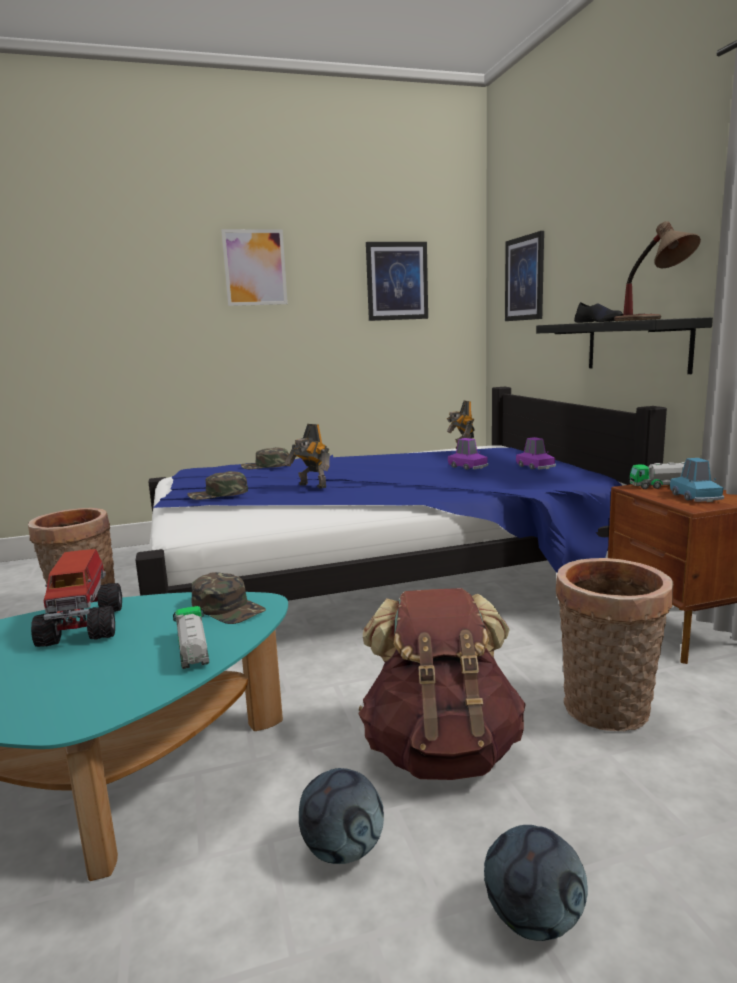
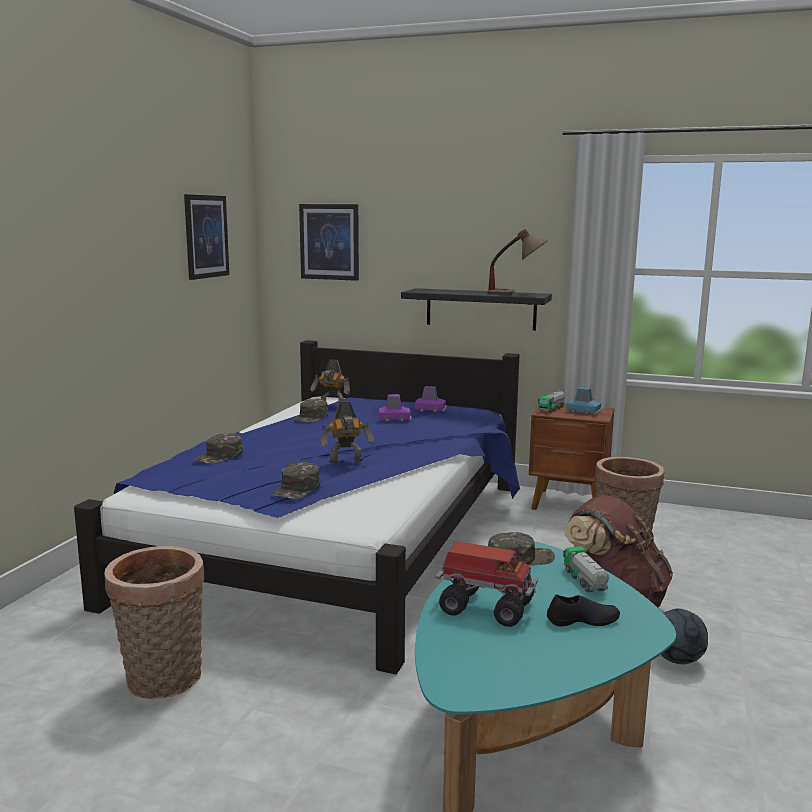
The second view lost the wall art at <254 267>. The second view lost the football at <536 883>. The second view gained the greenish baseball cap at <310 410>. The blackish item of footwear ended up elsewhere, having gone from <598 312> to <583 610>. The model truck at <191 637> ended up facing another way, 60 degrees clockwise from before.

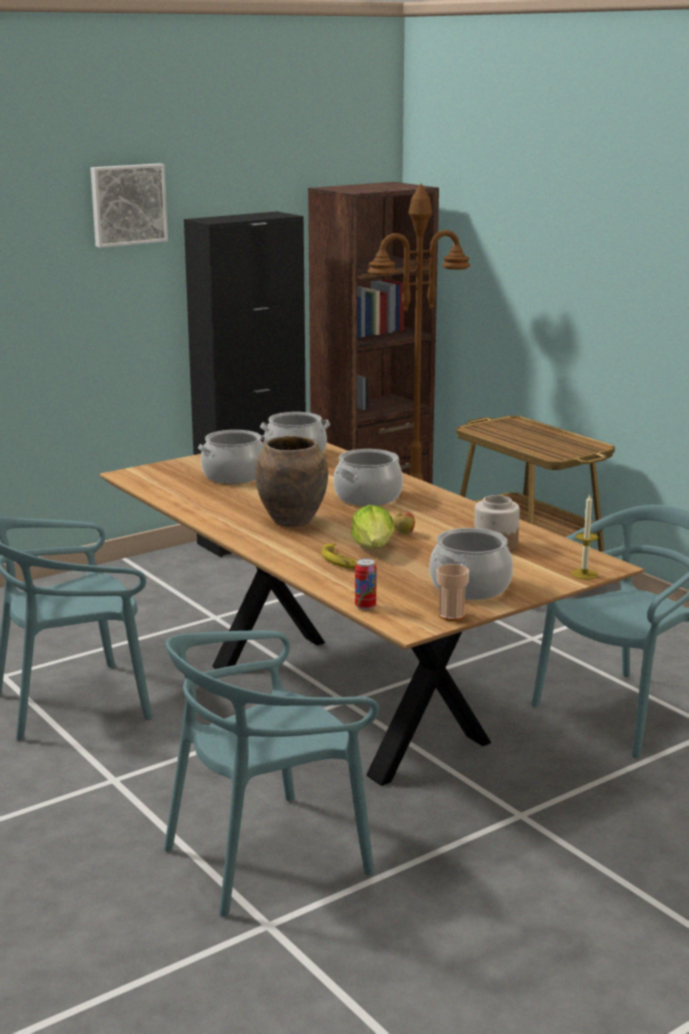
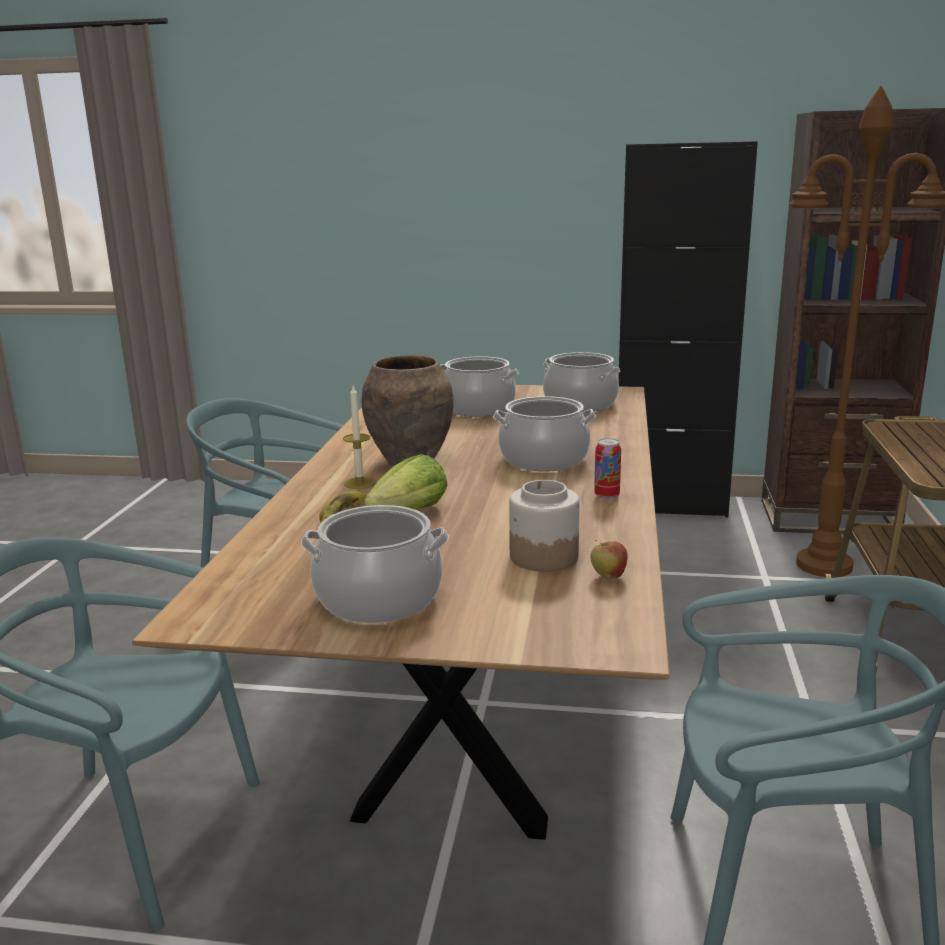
The second view lost the wall art at <129 205>. The second view lost the drinking cup at <453 592>. The metal can ended up elsewhere, having gone from <366 584> to <607 469>. The apple ended up elsewhere, having gone from <404 523> to <609 559>. The candle ended up elsewhere, having gone from <584 536> to <359 437>.

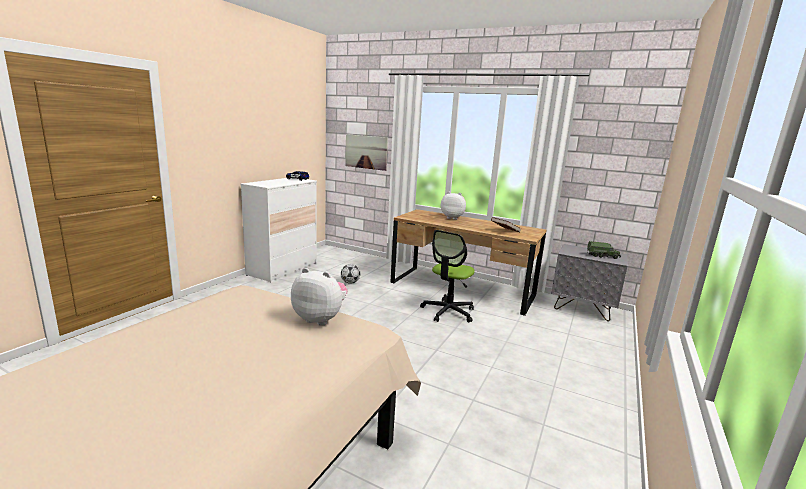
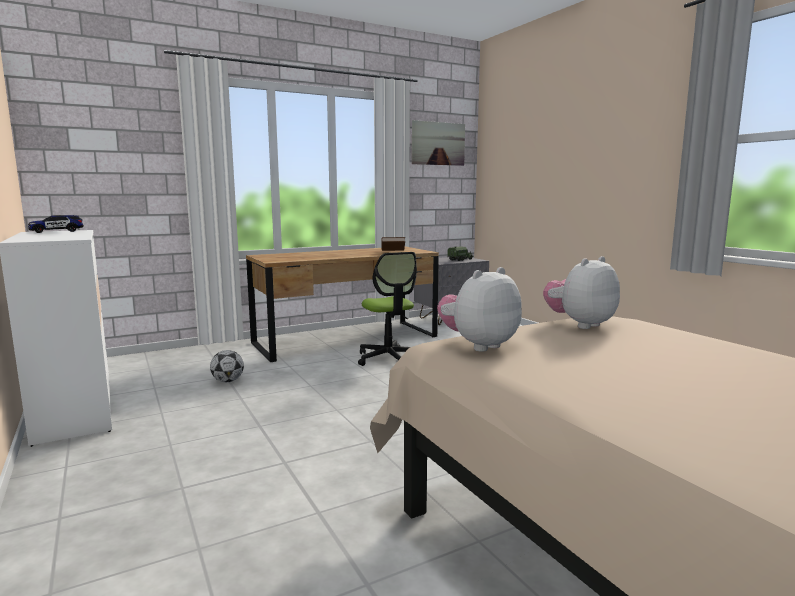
The wall art ended up elsewhere, having gone from <366 152> to <438 143>. The soft toy ended up elsewhere, having gone from <453 206> to <479 309>.

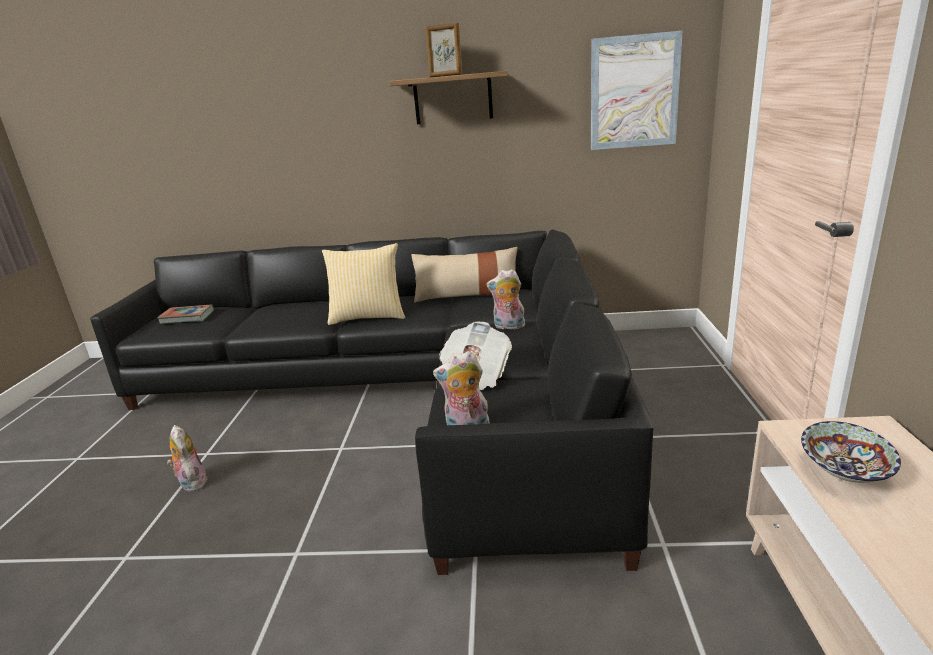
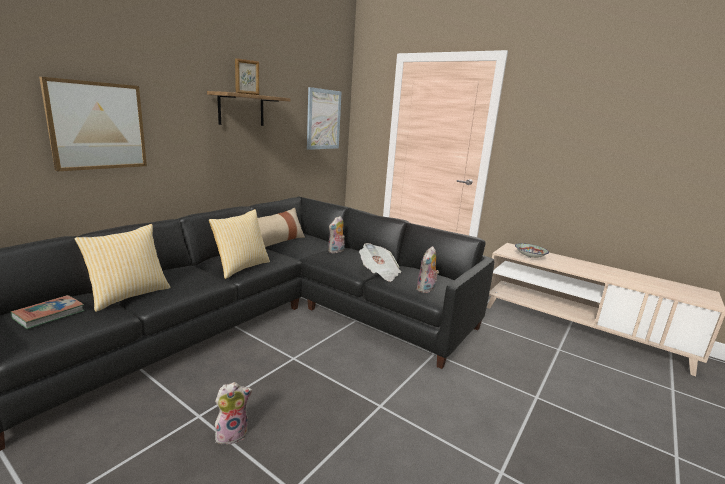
The second view gained the wall art at <93 124>. The second view gained the cushion at <122 268>. The soft toy at <187 458> ended up facing another way, 150 degrees clockwise from before.

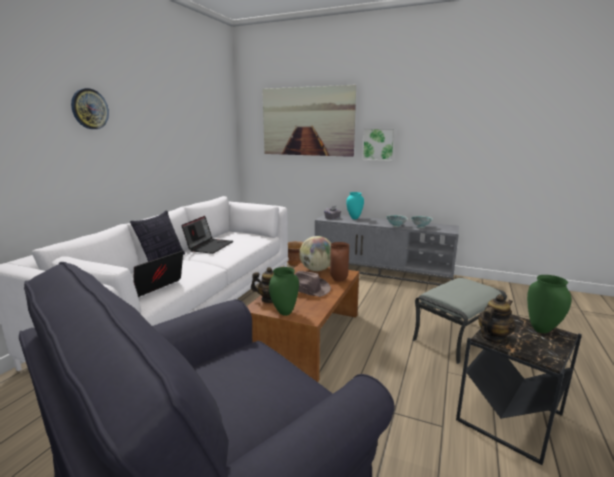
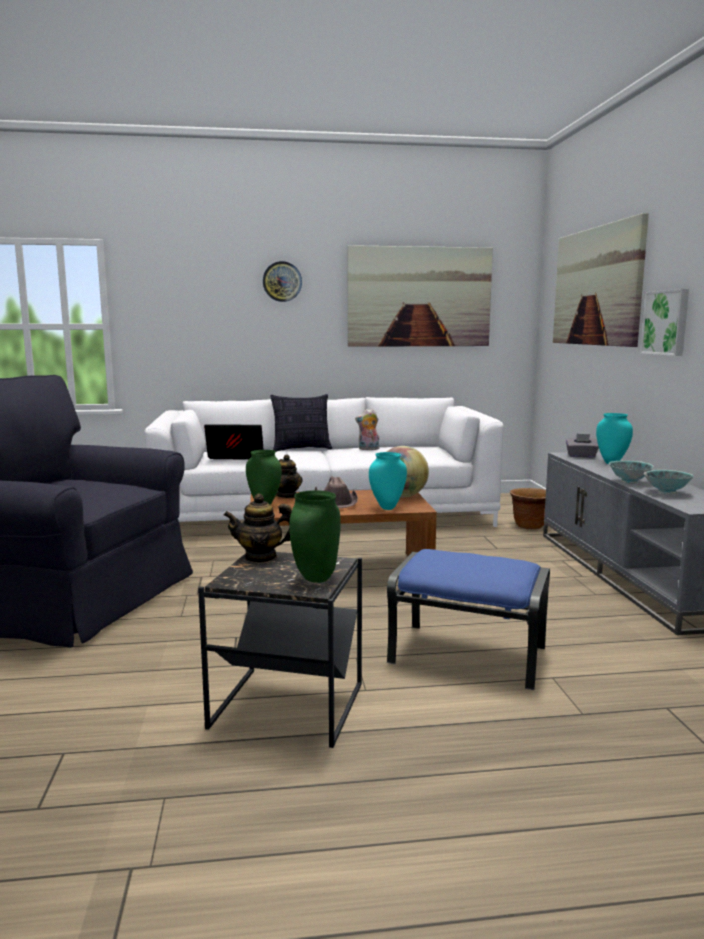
The second view gained the wall art at <420 296>. Where the portable computer stood at <207 235>, the soft toy came to stand at <367 429>. What was the brown vase at <339 261> turned into the turquoise vase at <388 481>. What was the grey pouffe at <459 321> turned into the blue pouffe at <468 619>. The tea pot at <497 318> ended up facing another way, 150 degrees clockwise from before.

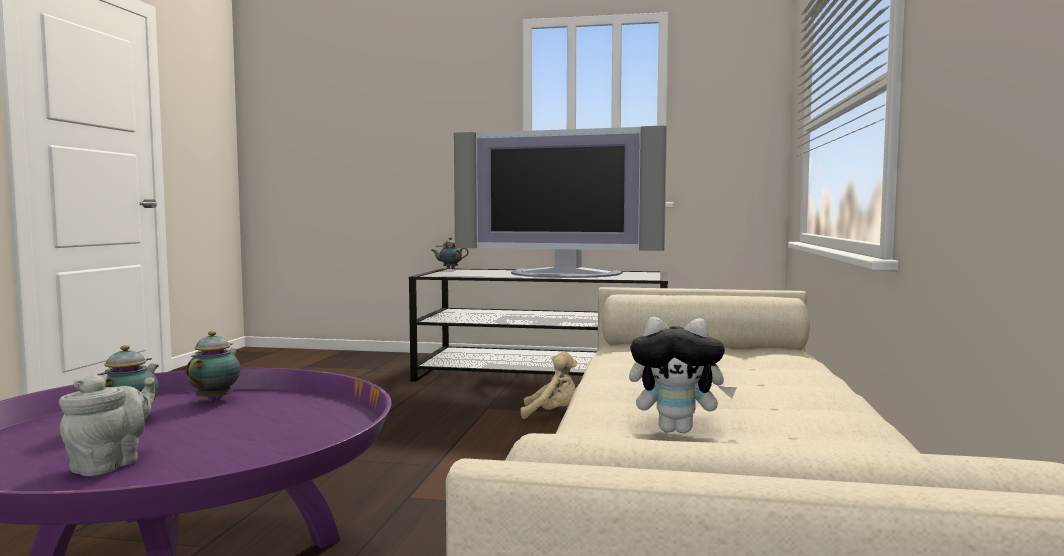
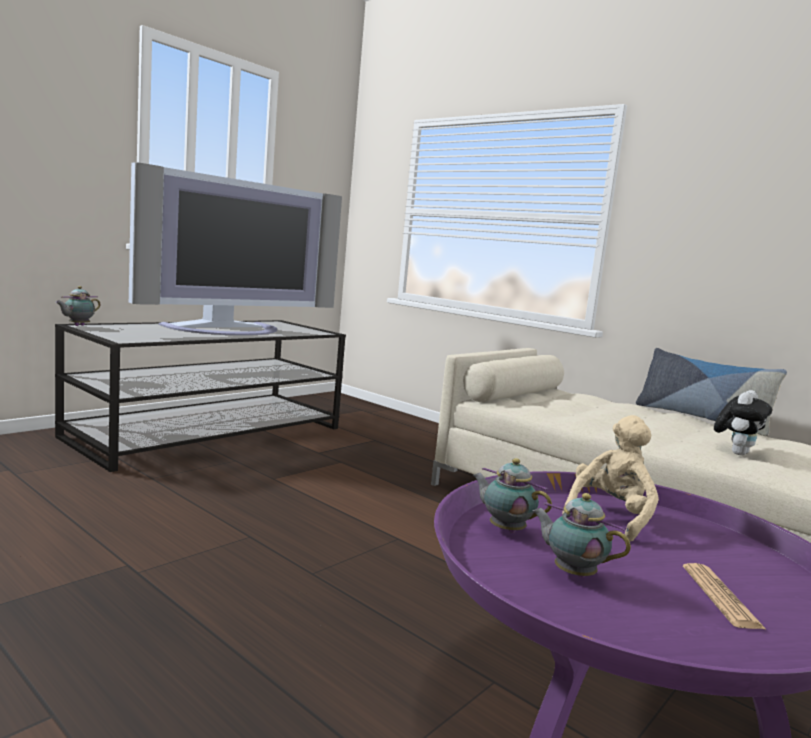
The second view gained the cushion at <711 392>. The beige soft toy ended up elsewhere, having gone from <548 385> to <610 478>. Where the grey tea pot stood at <107 425>, the newspaper came to stand at <725 596>.

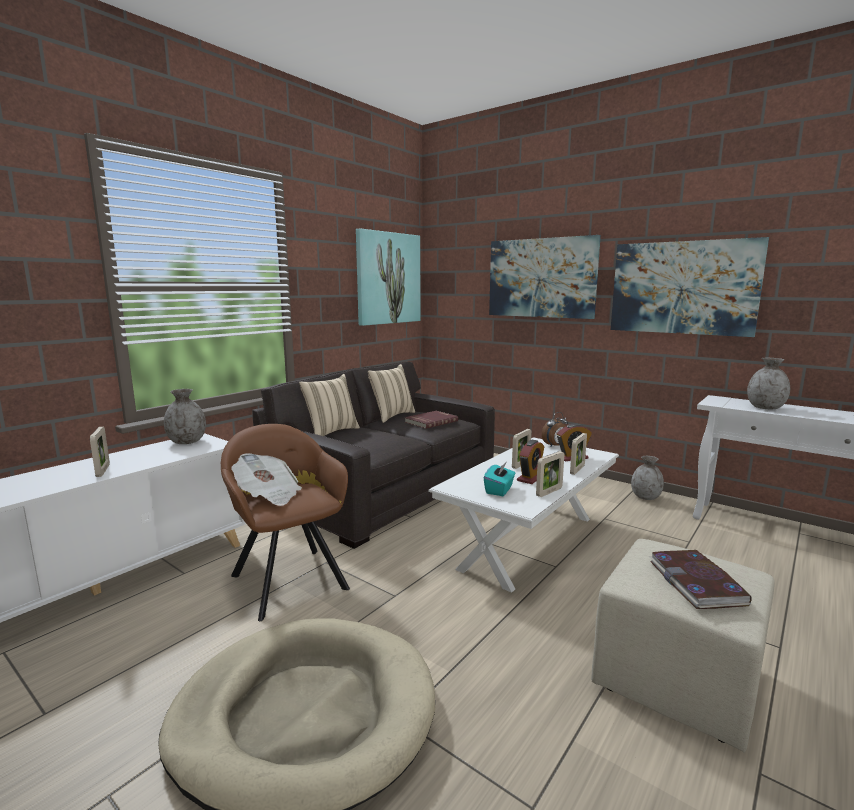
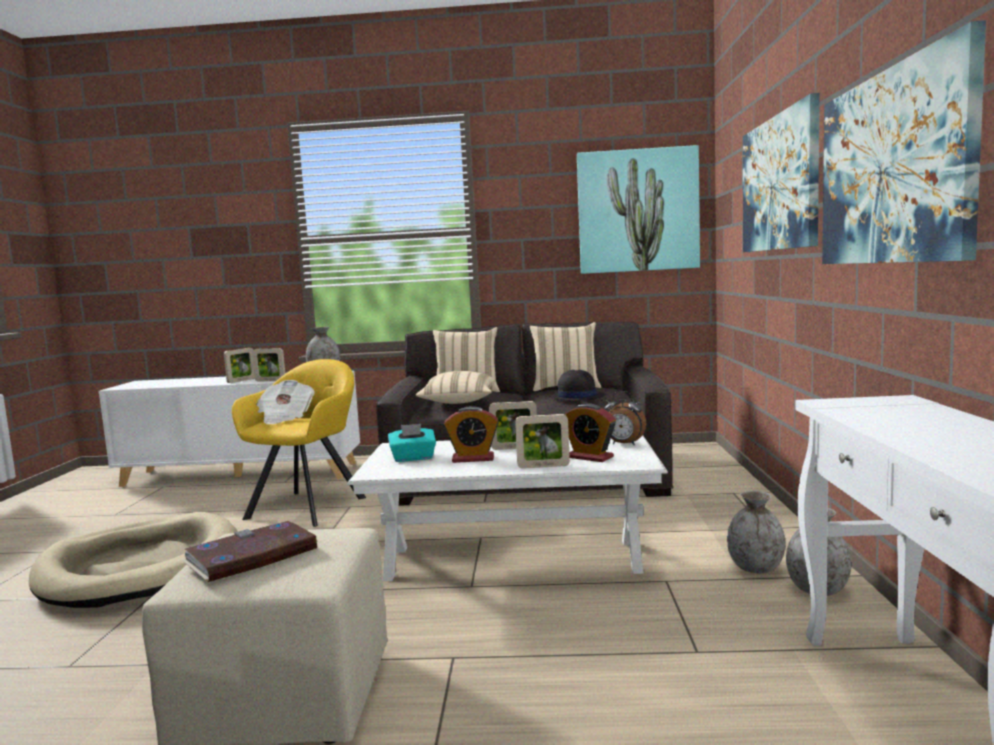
The second view gained the beige cushion at <455 387>. The photo frame ended up elsewhere, having gone from <550 474> to <268 365>. The grey vase ended up elsewhere, having gone from <768 383> to <756 532>. Where the red volume stood at <431 420>, the blackish hat came to stand at <577 386>. What was the brown easy chair at <285 522> turned into the yellowish easy chair at <299 443>.

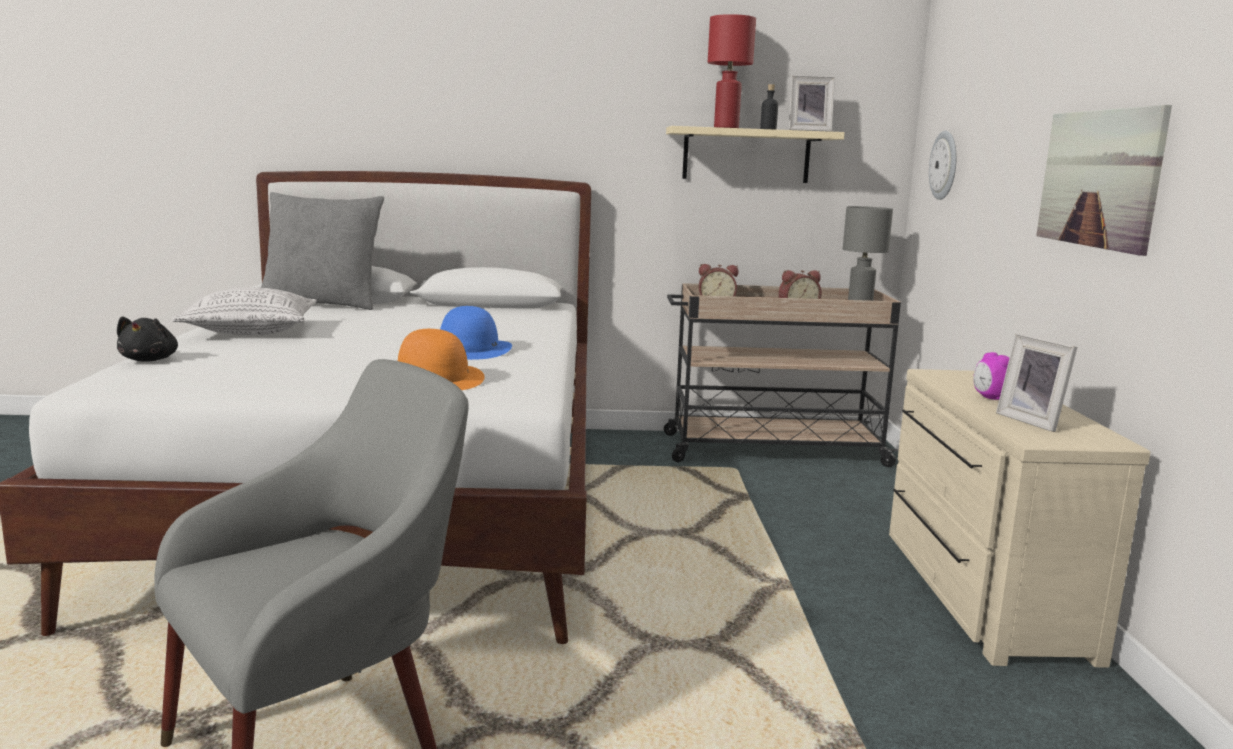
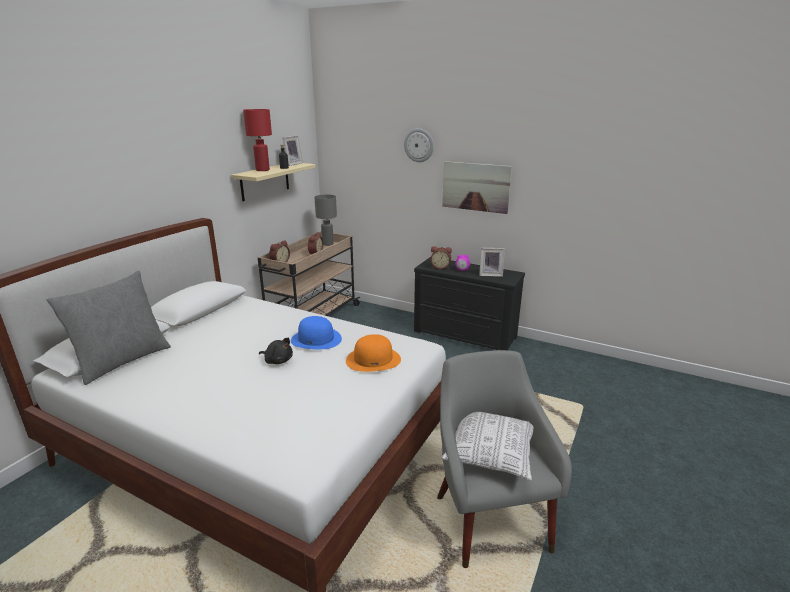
The second view gained the alarm clock at <441 257>. The blackish soft toy ended up elsewhere, having gone from <147 339> to <276 351>. The cushion ended up elsewhere, having gone from <244 311> to <487 446>. The wall clock ended up elsewhere, having gone from <943 165> to <419 145>. What was the beige dresser at <1020 518> turned into the blackish dresser at <469 303>.

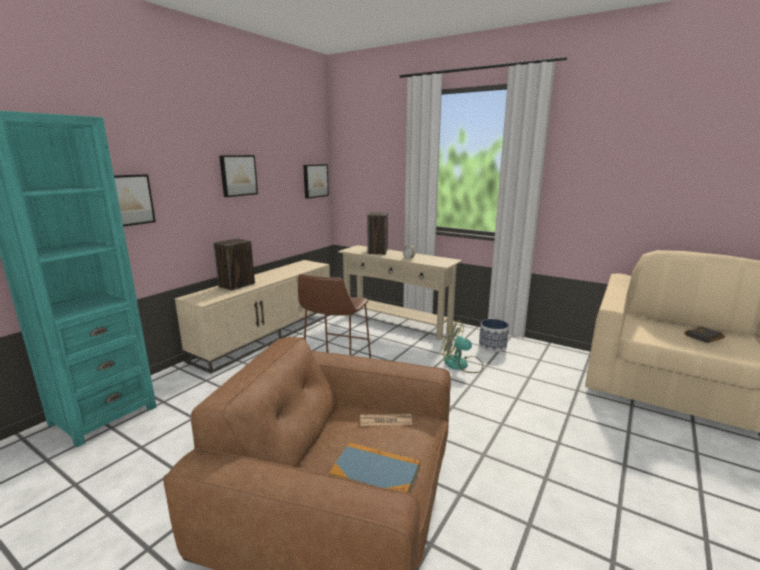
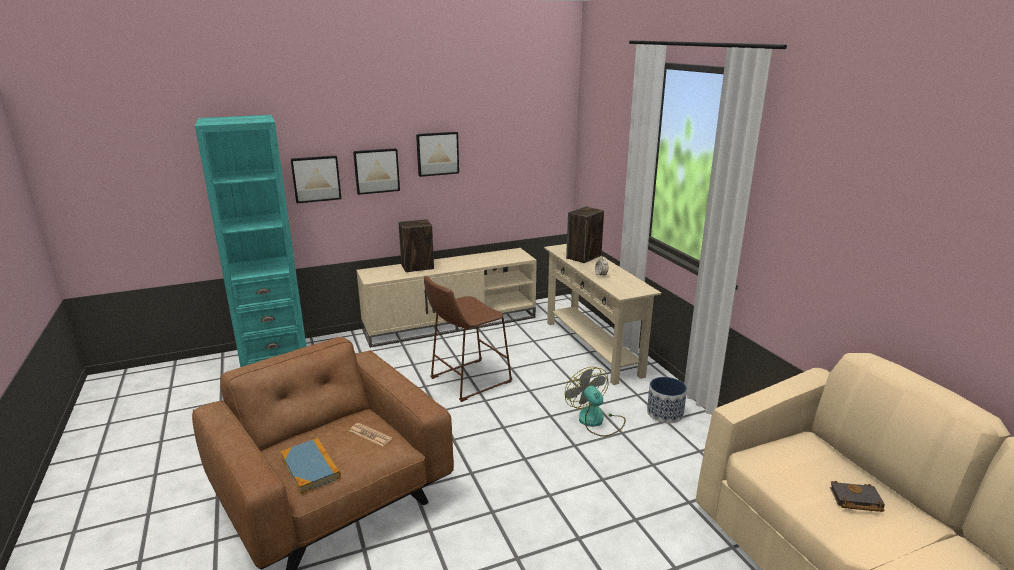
The wall art ended up elsewhere, having gone from <316 181> to <376 171>.

